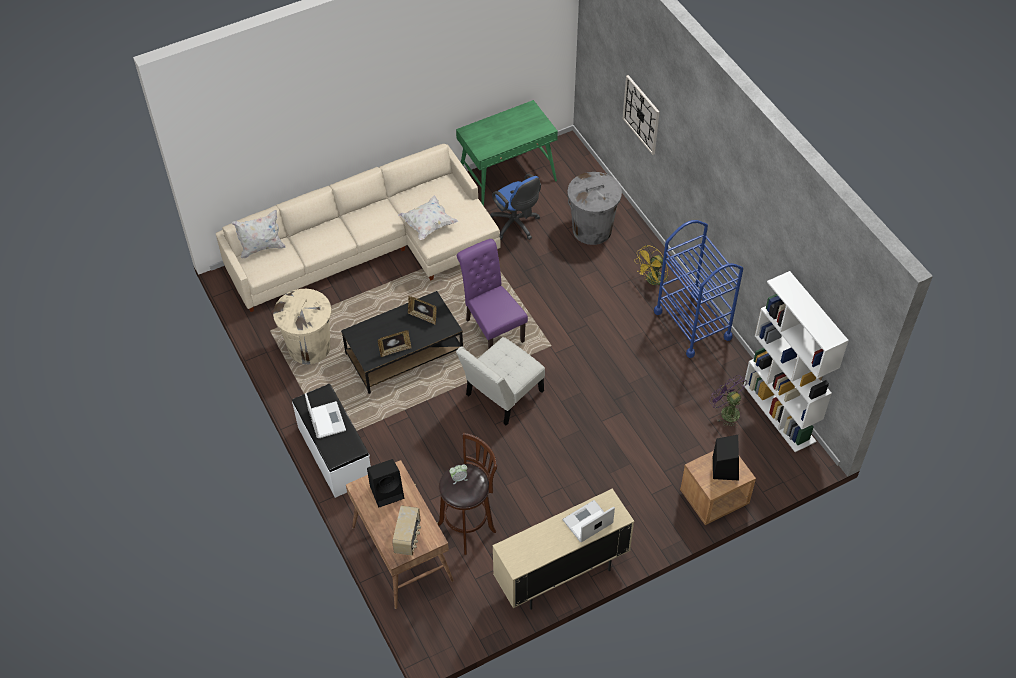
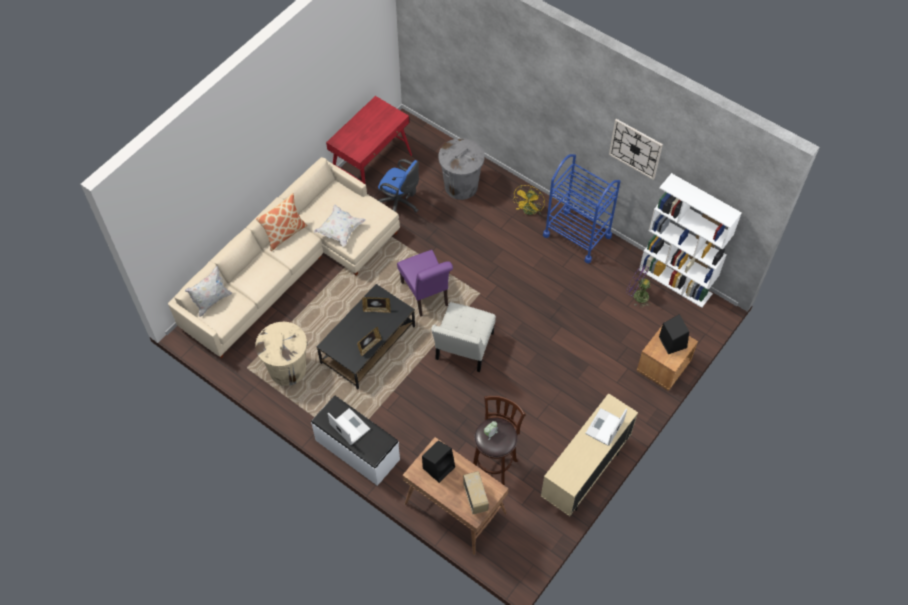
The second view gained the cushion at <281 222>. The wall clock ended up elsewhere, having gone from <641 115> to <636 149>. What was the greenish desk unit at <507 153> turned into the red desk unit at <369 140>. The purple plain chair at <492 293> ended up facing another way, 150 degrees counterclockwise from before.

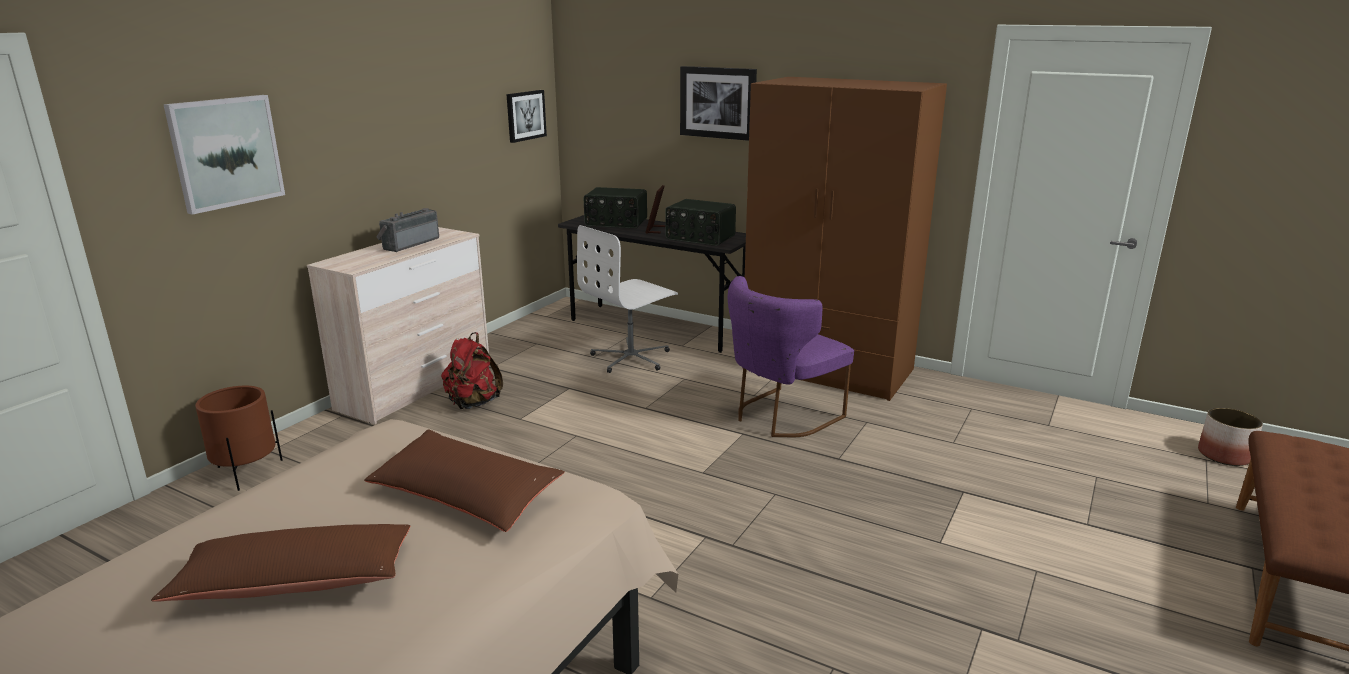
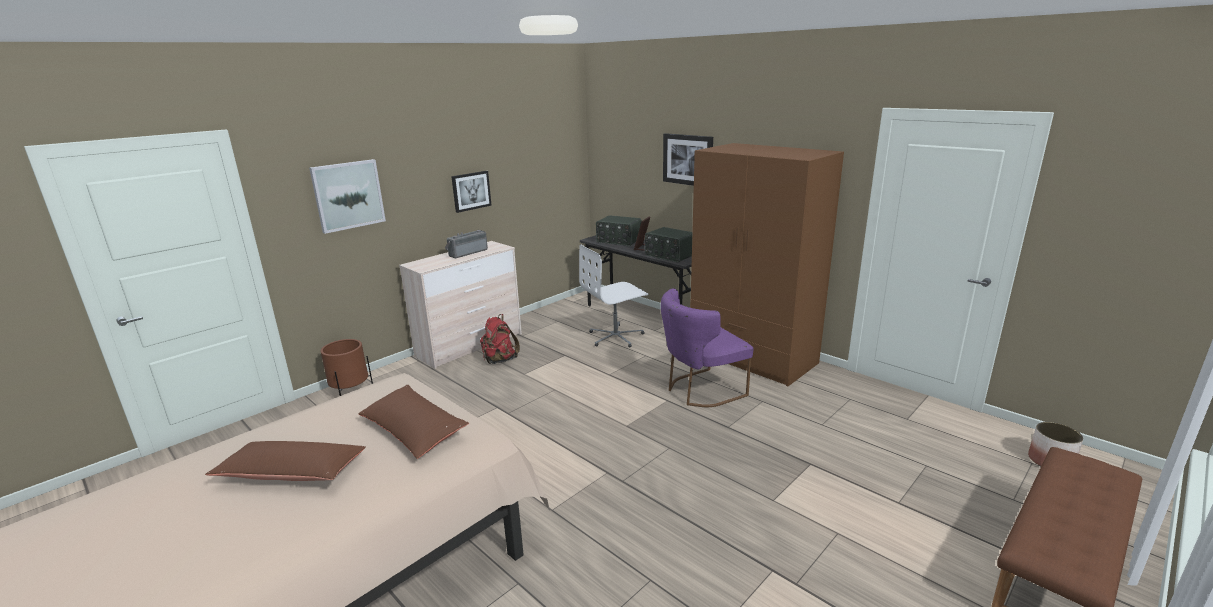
The wall art ended up elsewhere, having gone from <526 116> to <471 192>.

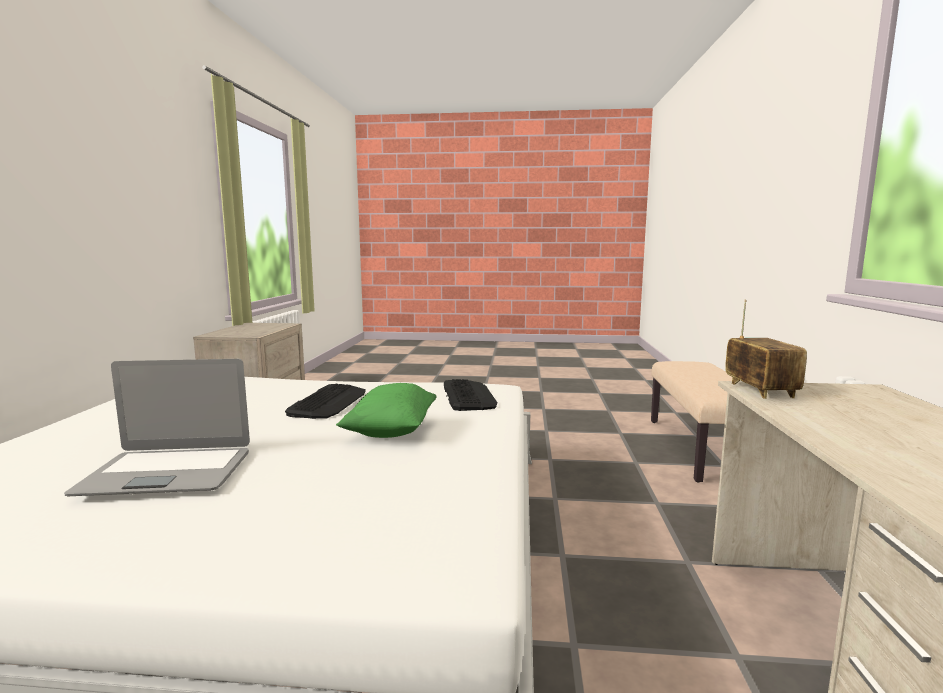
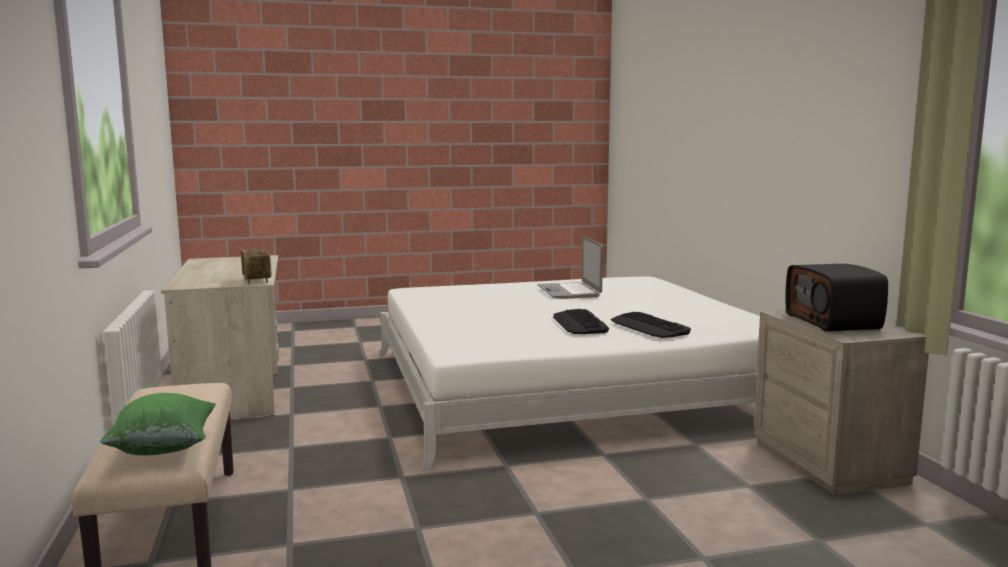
The second view gained the radio set at <836 297>. The greenish cushion ended up elsewhere, having gone from <386 410> to <158 424>. The PC keyboard ended up elsewhere, having gone from <470 395> to <651 325>. The portable computer at <157 427> ended up facing another way, 75 degrees counterclockwise from before.

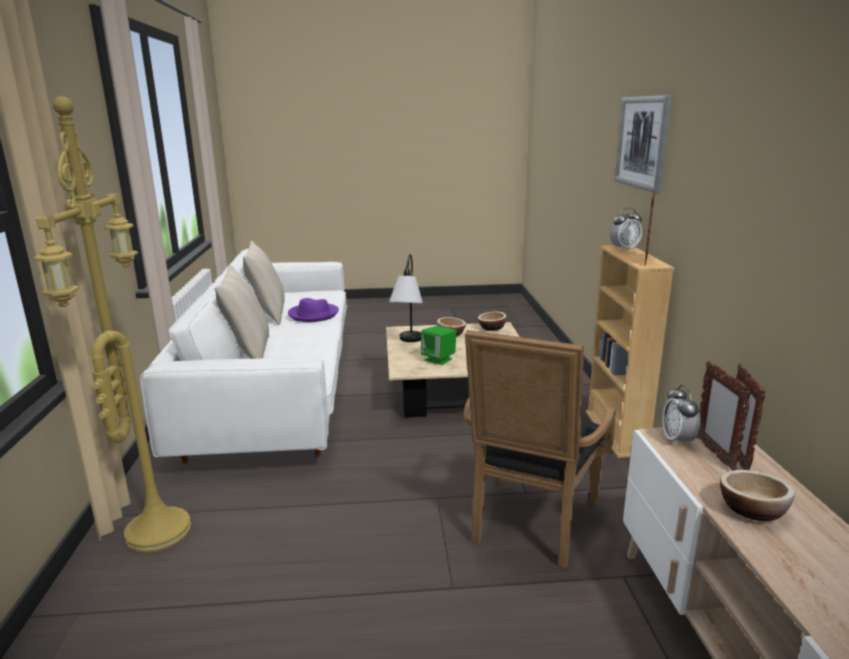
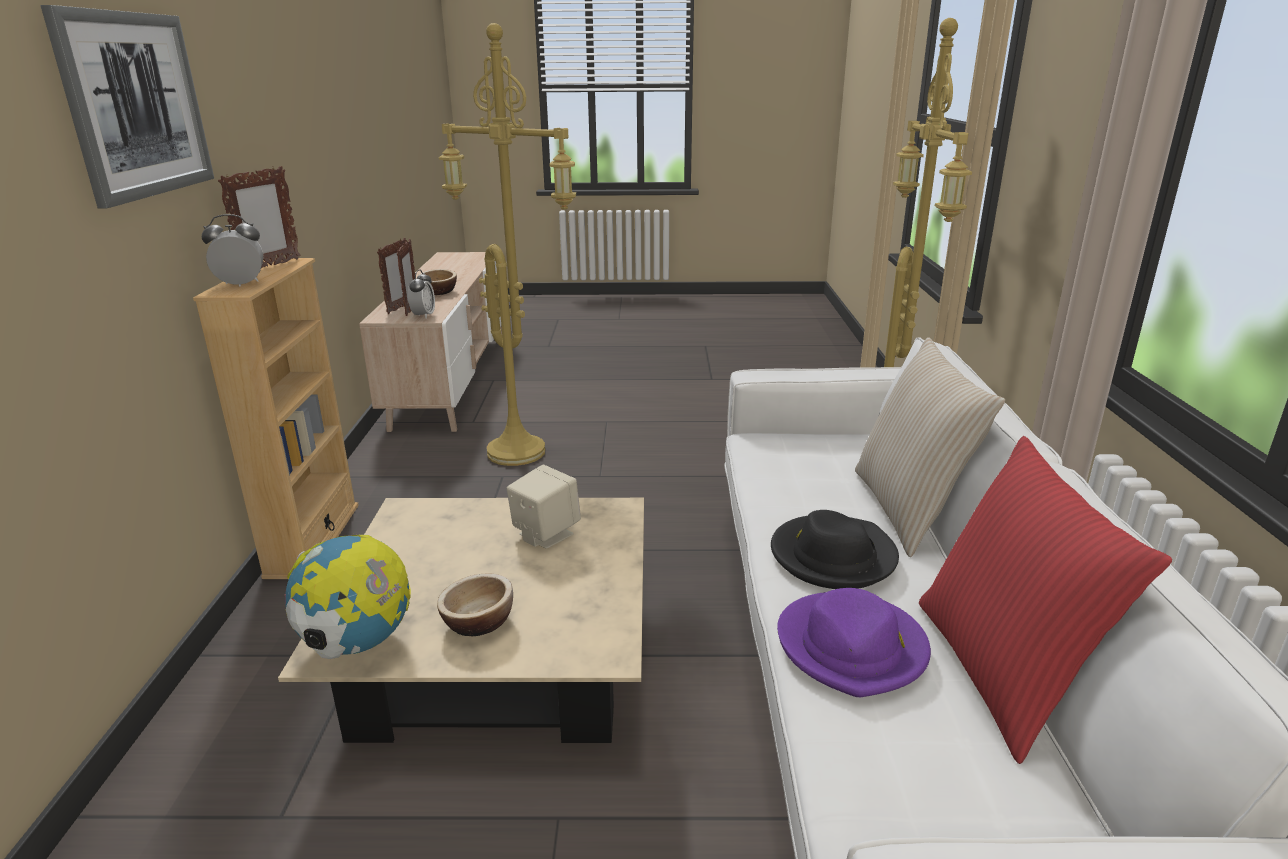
The second view lost the lamp for a table at <406 298>. The second view gained the blackish hat at <835 549>. Where the blackish easy chair stood at <540 449>, the yellowish standing lamp came to stand at <507 244>. Where the serving bowl stood at <492 321>, the globe came to stand at <348 597>. What was the beige cushion at <264 283> turned into the red cushion at <1045 600>. What was the greenish audio speaker at <438 345> turned into the beige audio speaker at <544 507>.

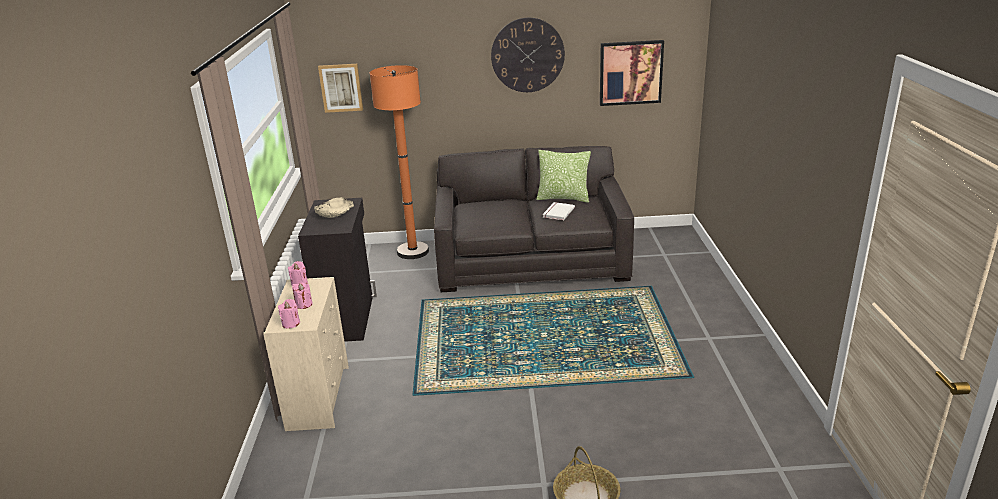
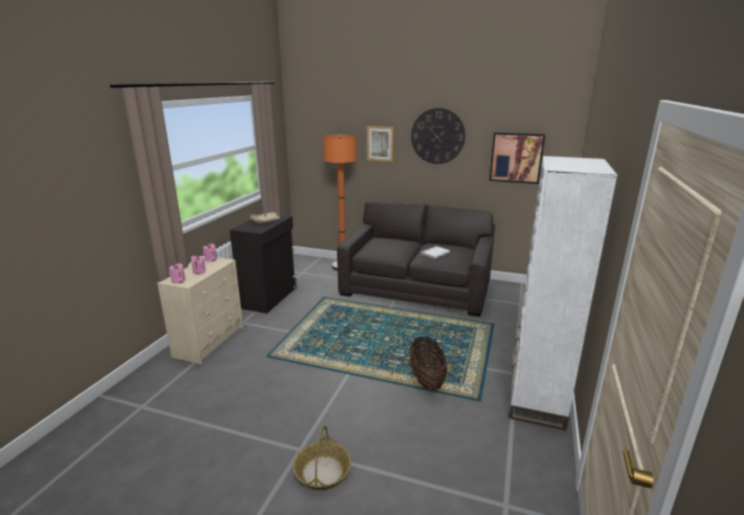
The second view lost the cushion at <563 176>. The second view gained the storage basket at <428 363>. The second view gained the white-coloured bookshelf at <563 293>. The wall art ended up elsewhere, having gone from <340 88> to <380 144>.

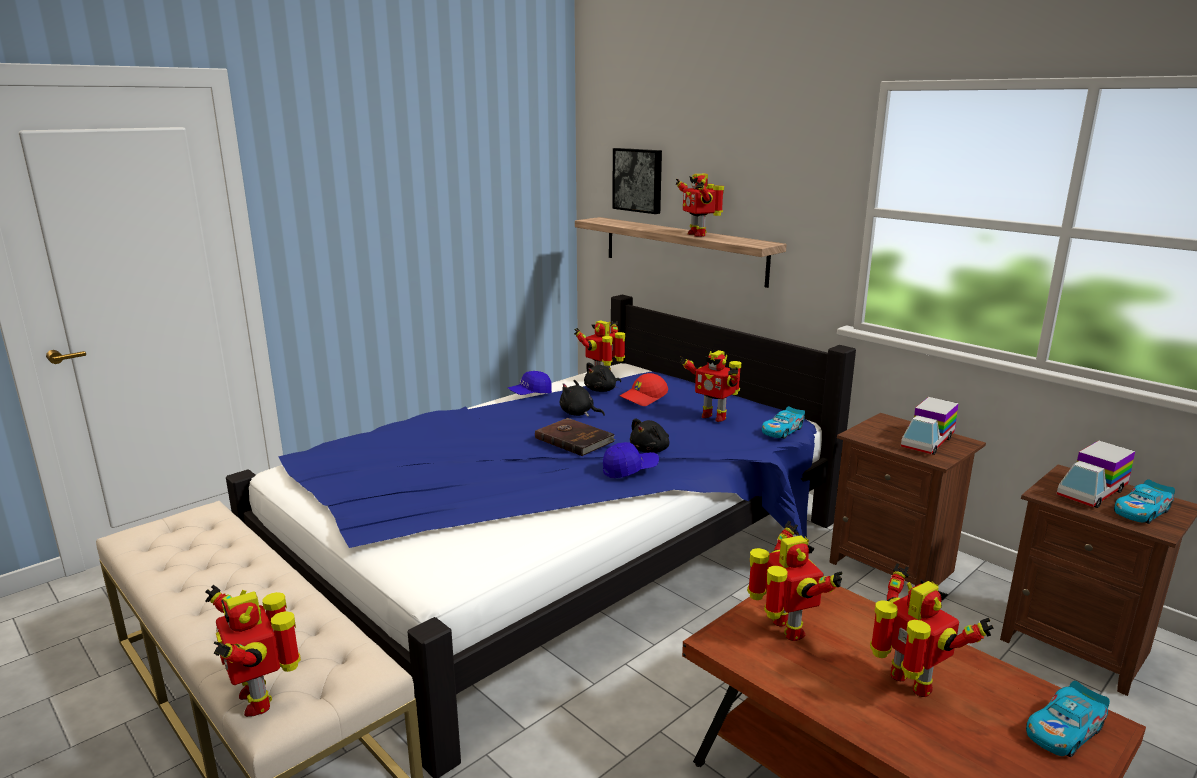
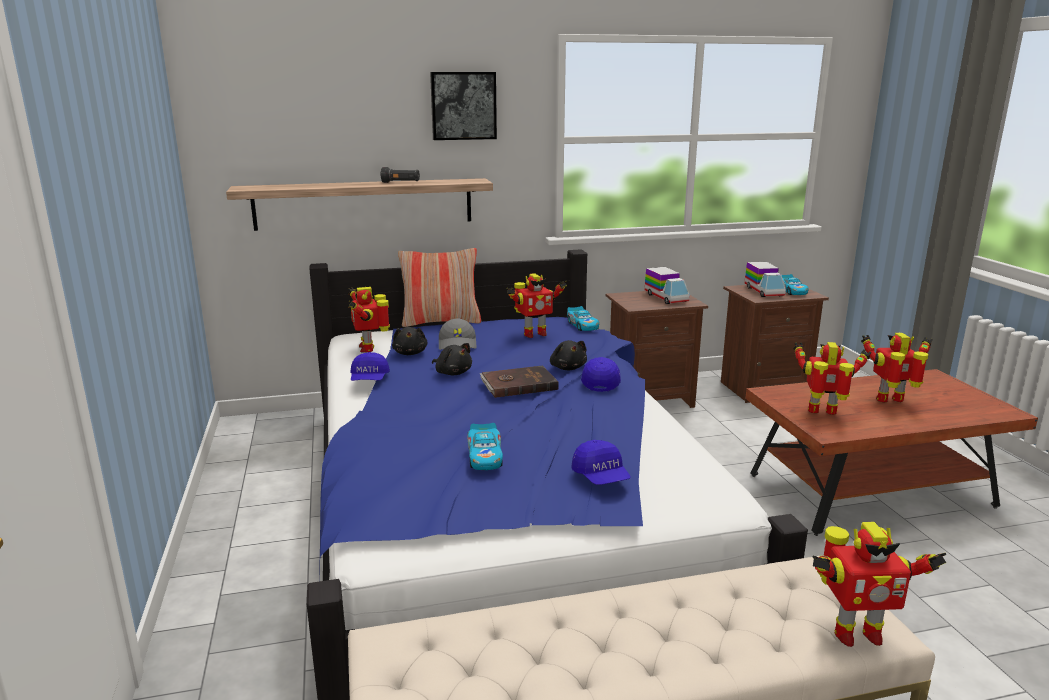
The second view gained the cushion at <440 287>. The second view gained the blue baseball cap at <601 462>. The wall art ended up elsewhere, having gone from <637 181> to <463 106>. The miniature car ended up elsewhere, having gone from <1068 719> to <485 446>. Where the toy robot stood at <700 205>, the blackish torch came to stand at <400 175>. What was the red baseball cap at <644 389> turned into the grey baseball cap at <458 334>. The blackish soft toy at <582 398> ended up facing another way, 105 degrees counterclockwise from before.

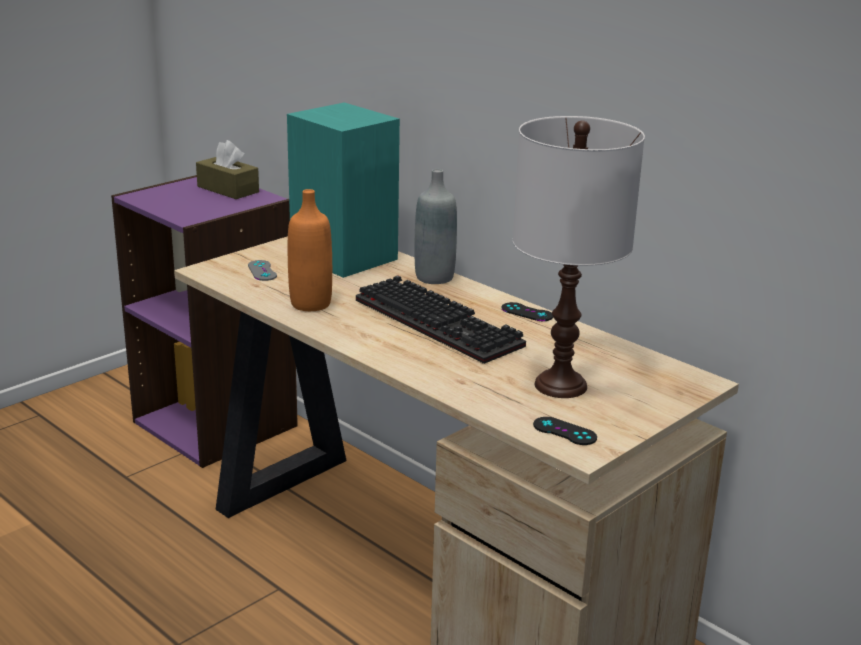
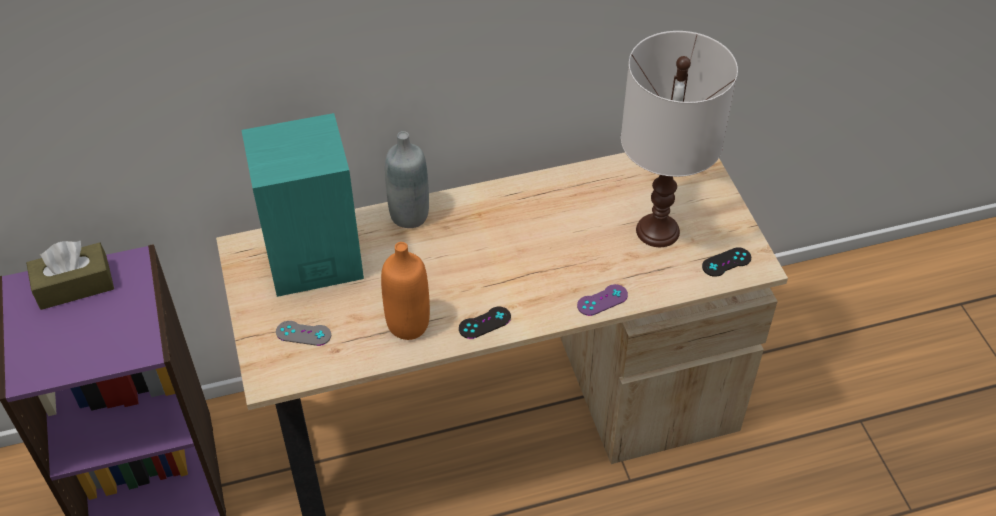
The second view lost the PC keyboard at <441 319>. The second view gained the purple joypad at <602 300>. The blackish joypad ended up elsewhere, having gone from <527 311> to <485 323>.

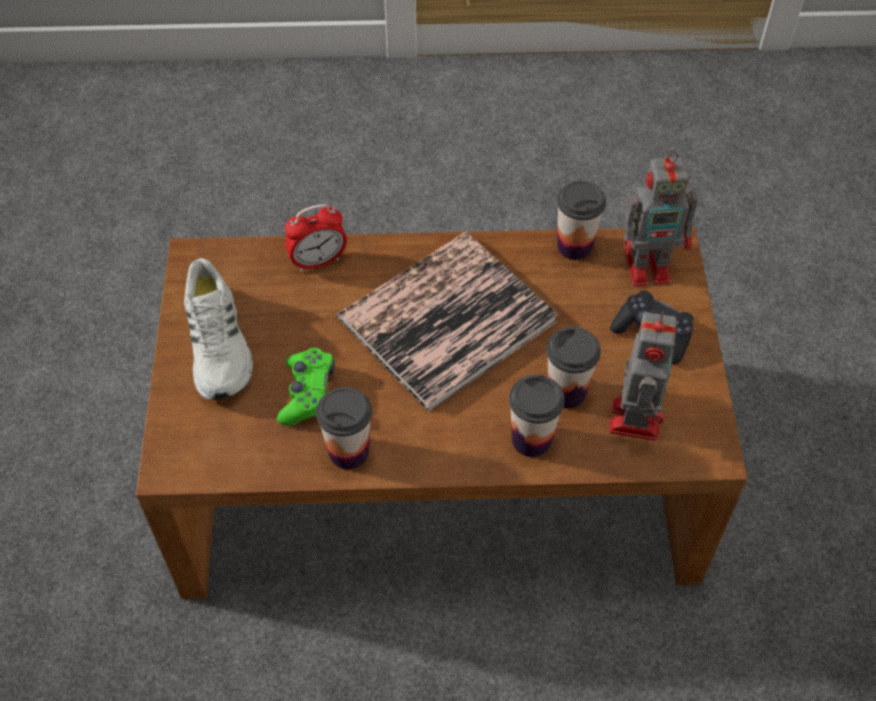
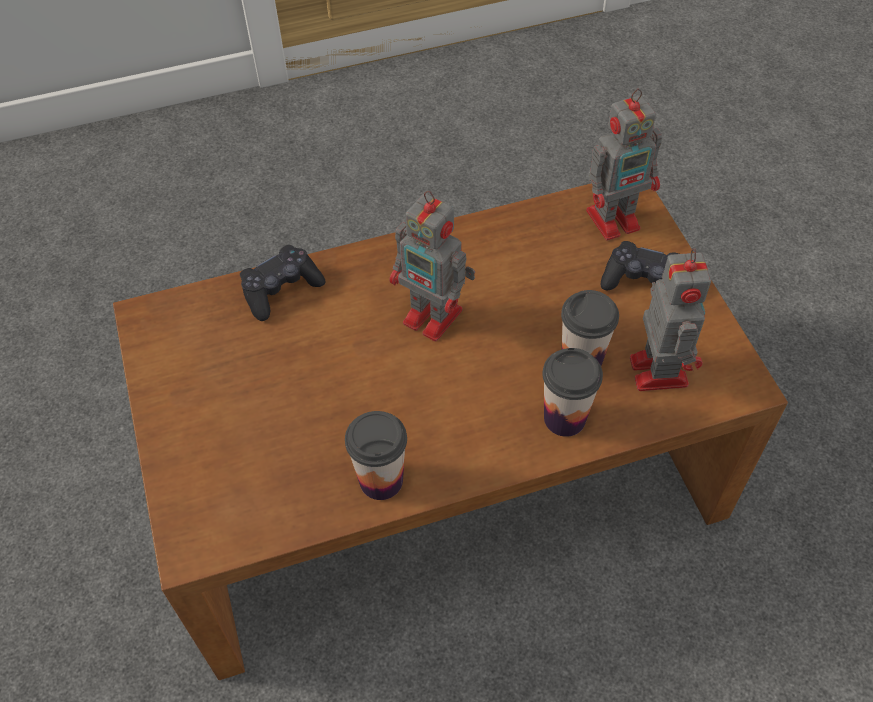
The second view lost the white-coloured item of footwear at <218 329>. The second view lost the greenish joypad at <306 387>. The second view lost the drinking cup at <581 220>. Where the alarm clock stood at <316 238>, the blackish joypad came to stand at <282 283>. Where the volume stood at <448 322>, the toy robot came to stand at <432 266>.

